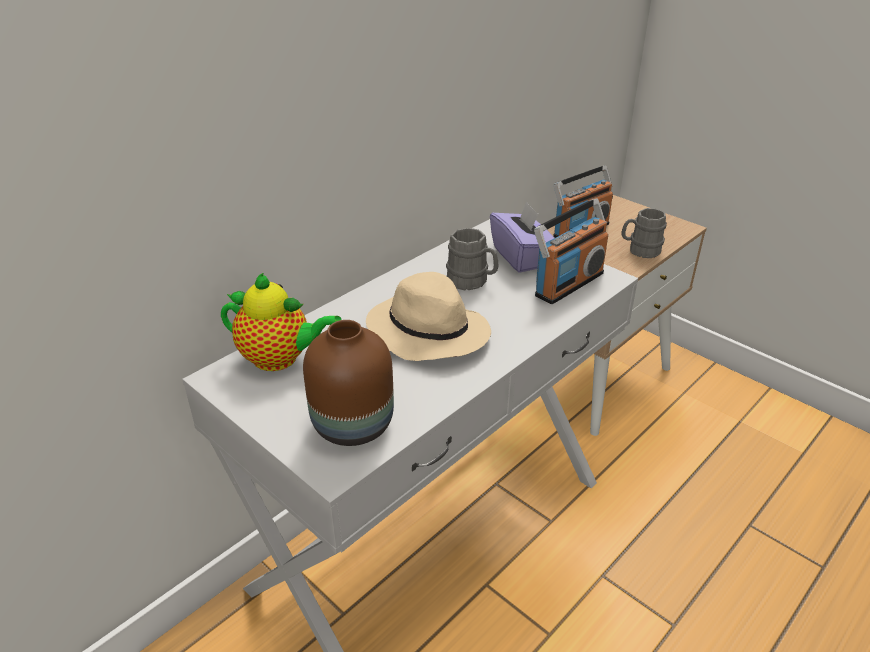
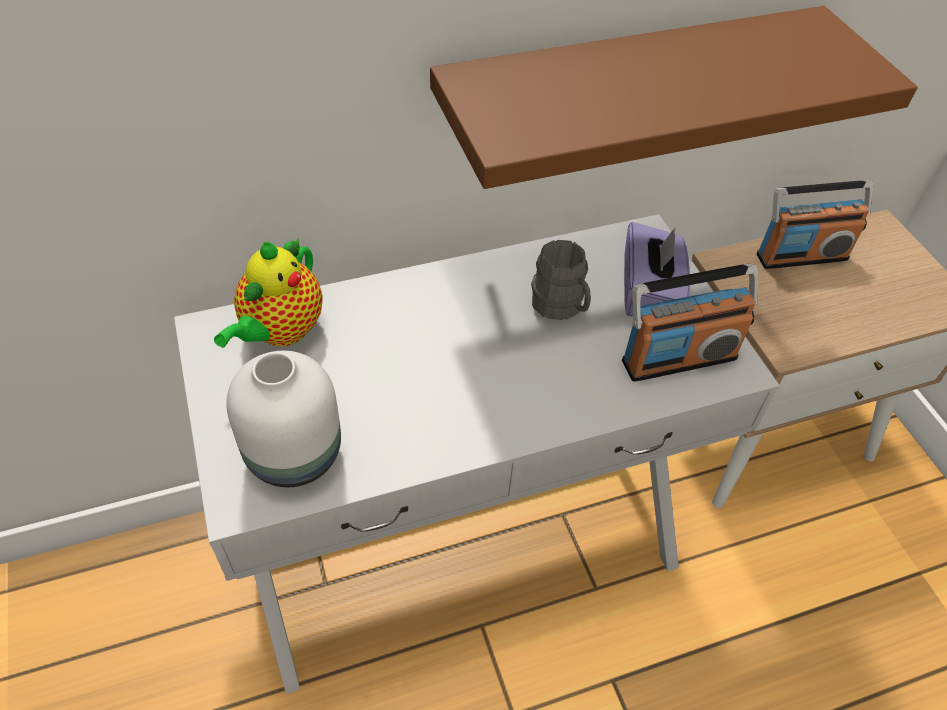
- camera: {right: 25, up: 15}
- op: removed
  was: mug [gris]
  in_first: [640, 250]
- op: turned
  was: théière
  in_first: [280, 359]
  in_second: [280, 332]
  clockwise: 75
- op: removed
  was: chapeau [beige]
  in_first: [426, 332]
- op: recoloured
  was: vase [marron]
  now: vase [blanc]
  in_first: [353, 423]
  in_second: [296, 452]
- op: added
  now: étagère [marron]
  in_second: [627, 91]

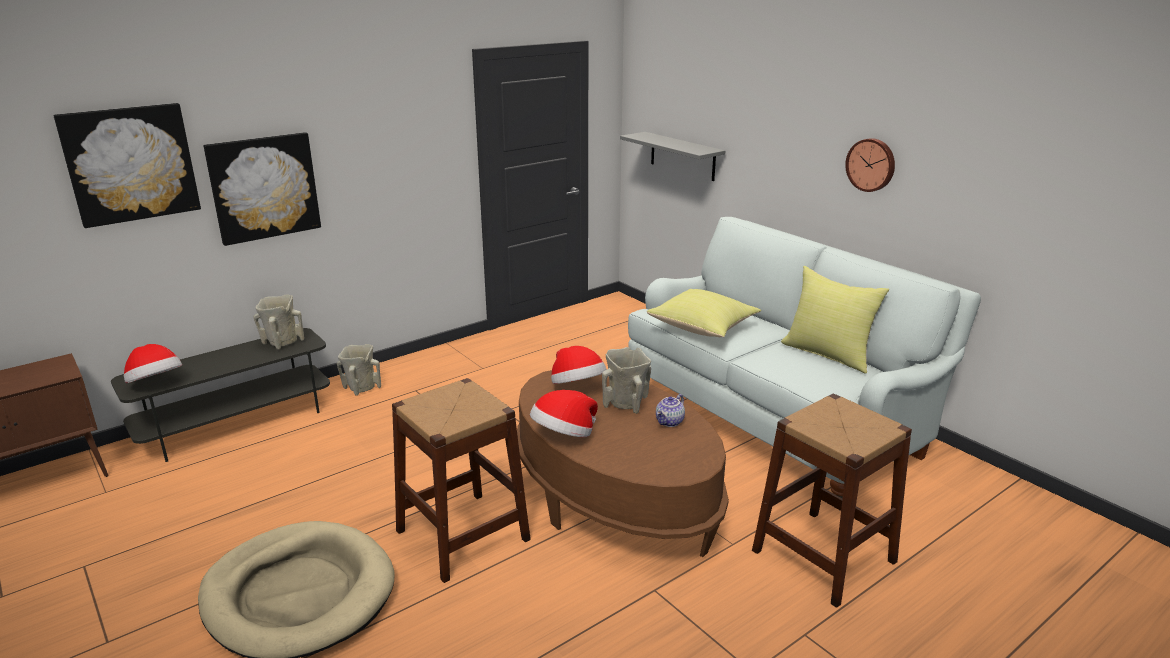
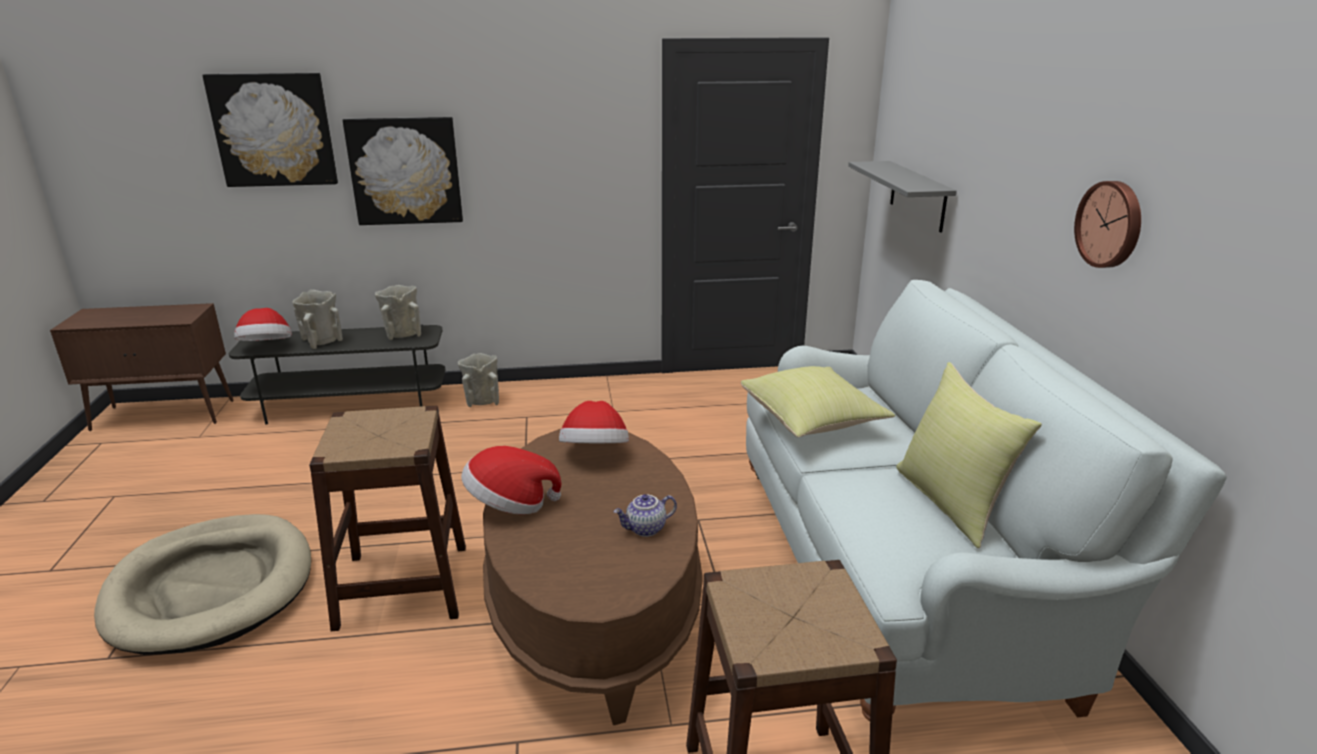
- camera: {right: 30, up: 0}
- op: moved
  was: vase [beige]
  in_first: [626, 404]
  in_second: [322, 342]

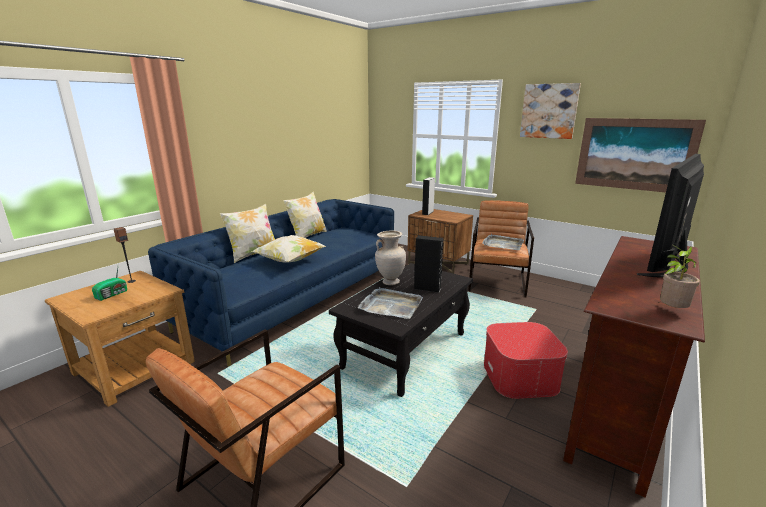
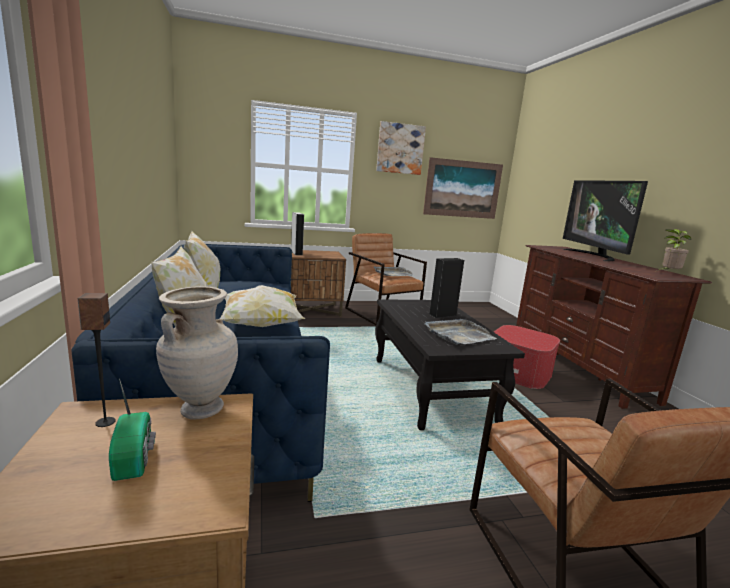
- camera: {right: -50, up: -5}
- op: moved
  was: vase [beige]
  in_first: [390, 282]
  in_second: [200, 409]

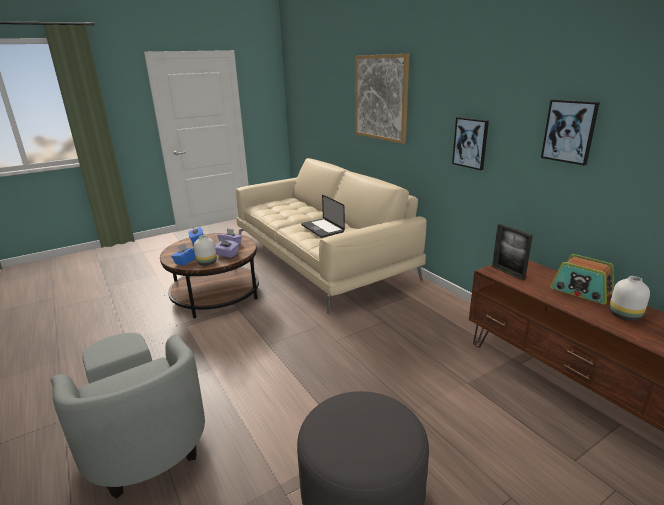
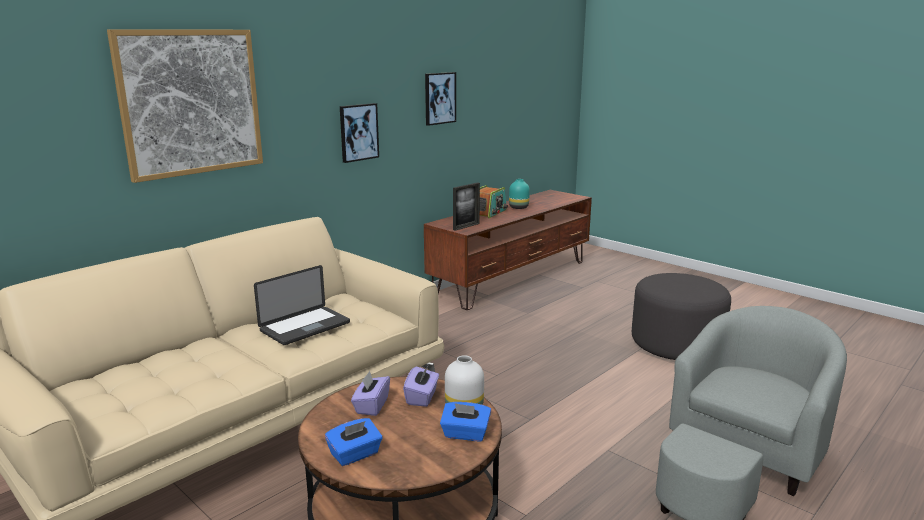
- camera: {right: -105, up: -5}
- op: recoloured
  was: vase [blanc]
  now: vase [turquoise]
  in_first: [625, 316]
  in_second: [518, 207]

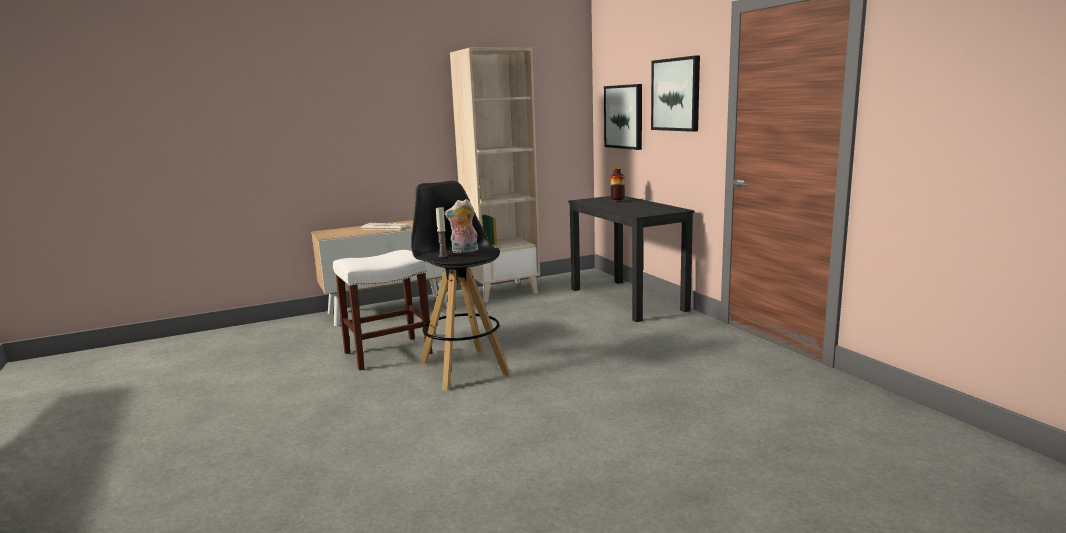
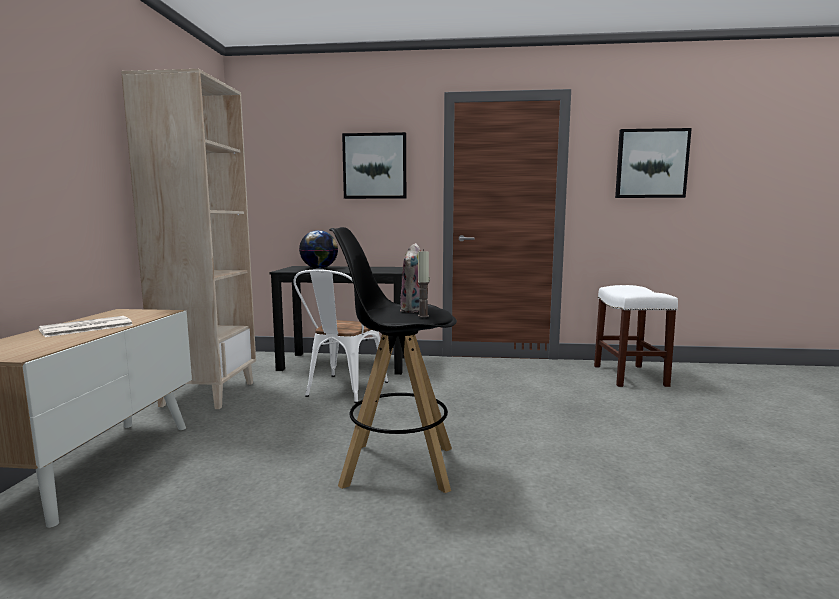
- camera: {right: -60, up: -5}
- op: moved
  was: tableau
  in_first: [624, 116]
  in_second: [651, 164]
- op: replaced
  was: vase
  now: globe
  in_first: [617, 201]
  in_second: [319, 268]
- op: moved
  was: tabouret [blanc]
  in_first: [387, 353]
  in_second: [630, 376]
- op: added
  now: chaise [blanc]
  in_second: [342, 391]

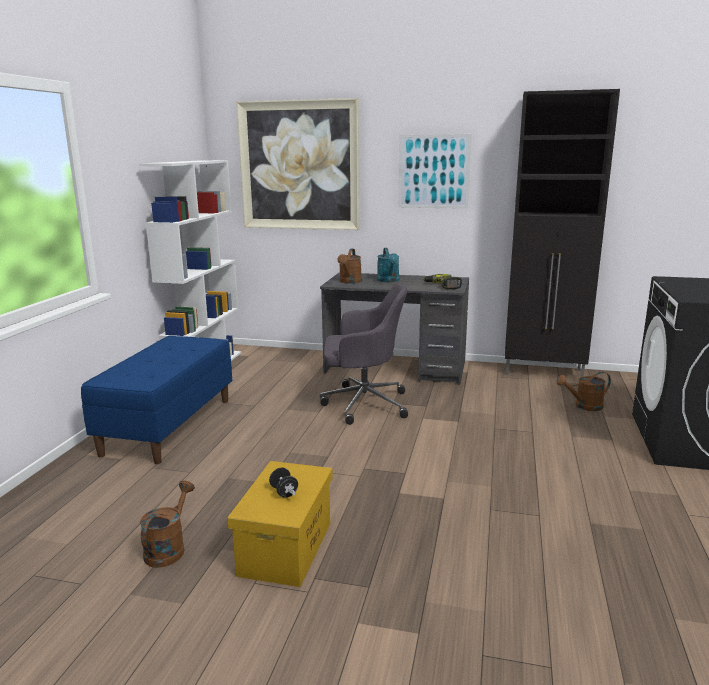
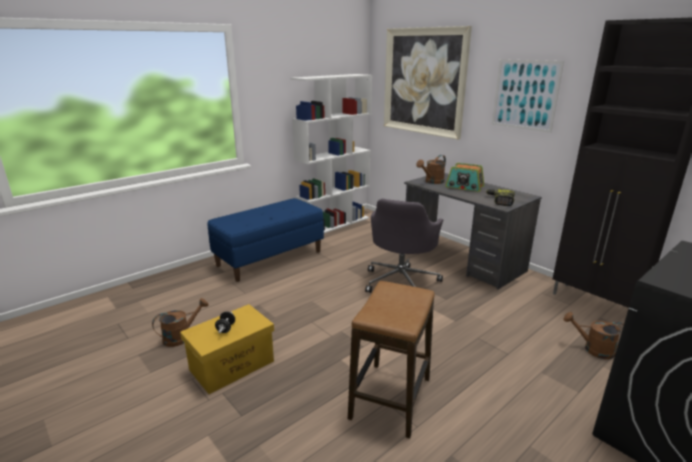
- camera: {right: 35, up: 5}
- op: replaced
  was: arrosoir [turquoise]
  now: radio
  in_first: [389, 281]
  in_second: [464, 187]
- op: turned
  was: chaise de bureau [gris]
  in_first: [363, 404]
  in_second: [401, 281]
  clockwise: 75
- op: added
  now: tabouret
  in_second: [390, 398]

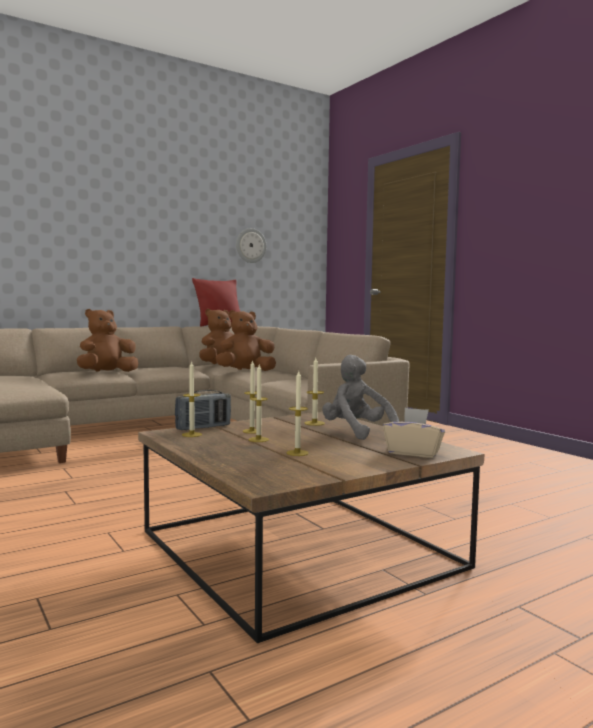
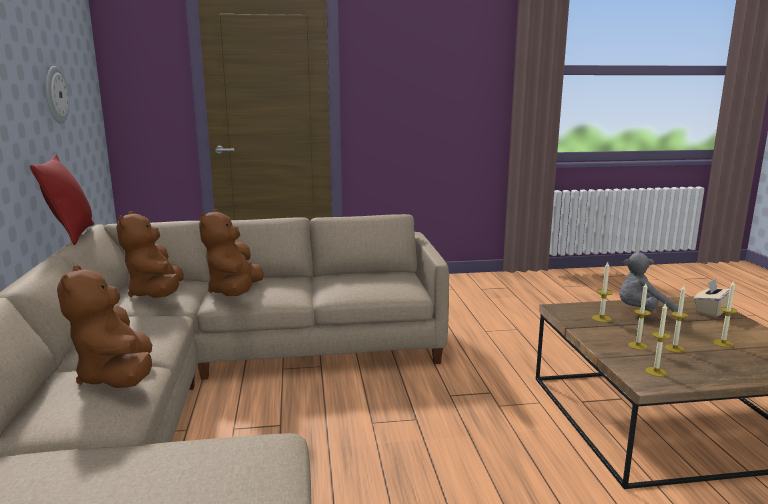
- camera: {right: -65, up: 10}
- op: removed
  was: radio
  in_first: [203, 427]

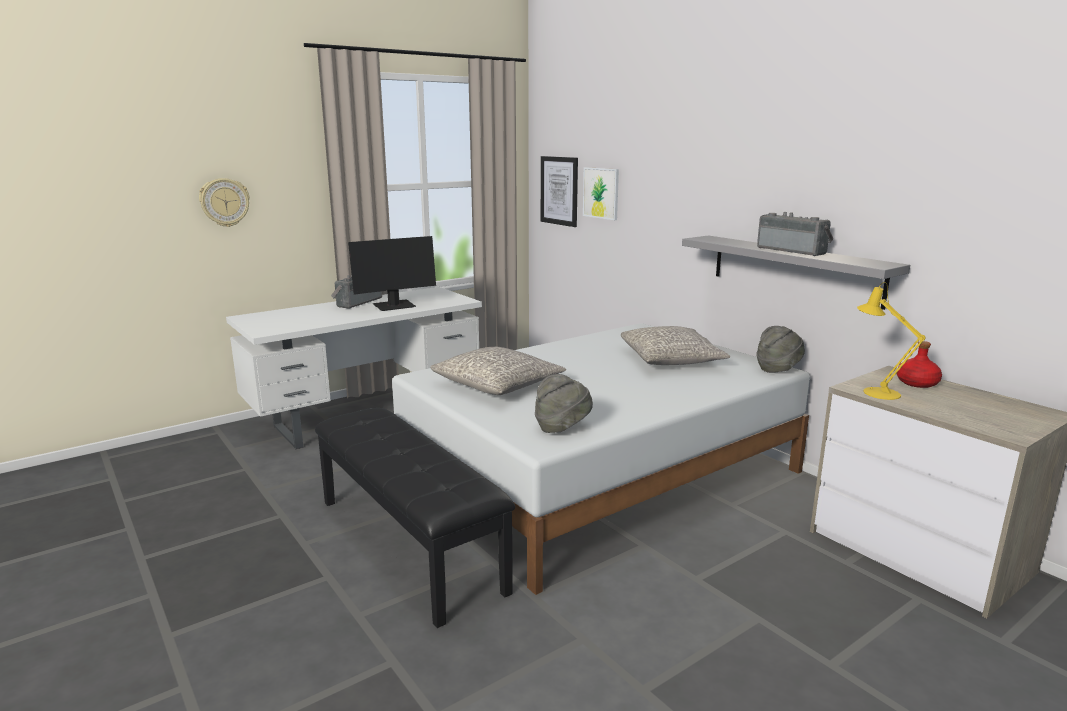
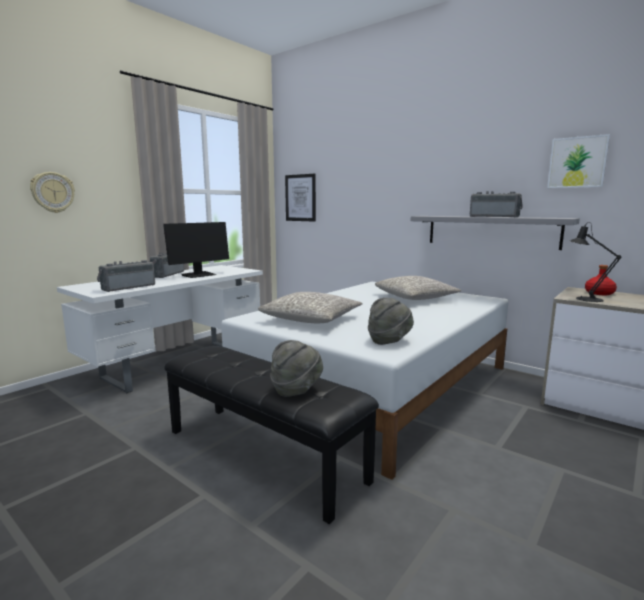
- camera: {right: -15, up: -5}
- op: moved
  was: tableau
  in_first: [601, 193]
  in_second: [577, 162]
- op: recoloured
  was: lampe de table [jaune]
  now: lampe de table [noir]
  in_first: [876, 392]
  in_second: [585, 299]
- op: moved
  was: chapeau [gris]
  in_first: [778, 369]
  in_second: [296, 390]
- op: added
  now: radio
  in_second: [128, 287]

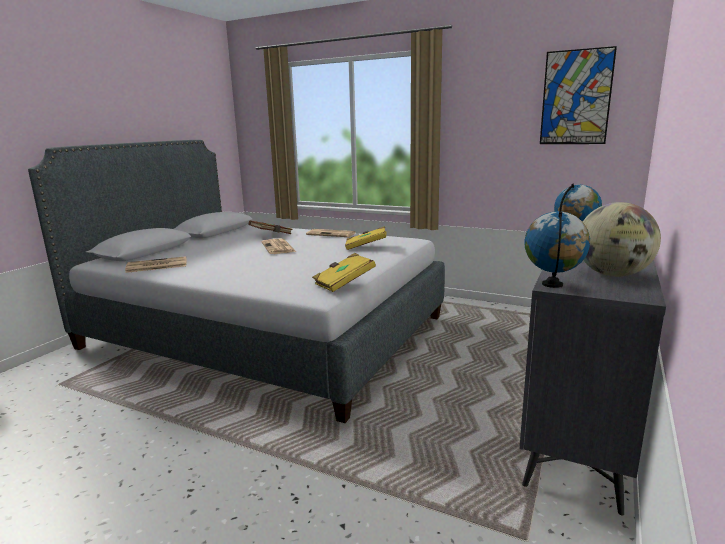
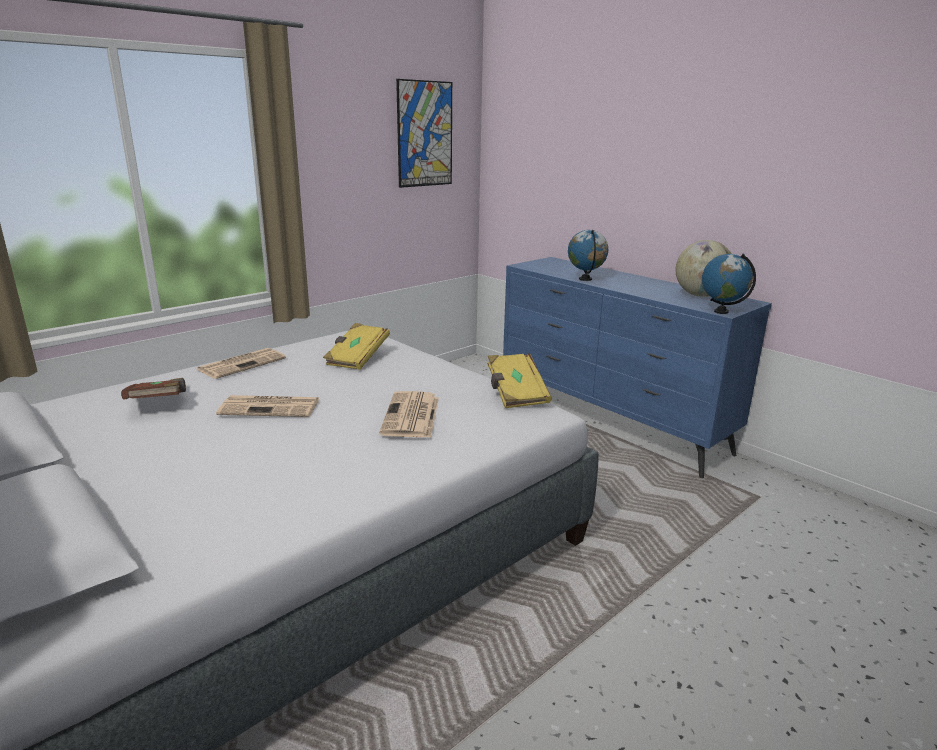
- camera: {right: -70, up: 5}
- op: moved
  was: journal
  in_first: [156, 265]
  in_second: [411, 416]
- op: recoloured
  was: commode [gris]
  now: commode [bleu]
  in_first: [580, 410]
  in_second: [610, 423]

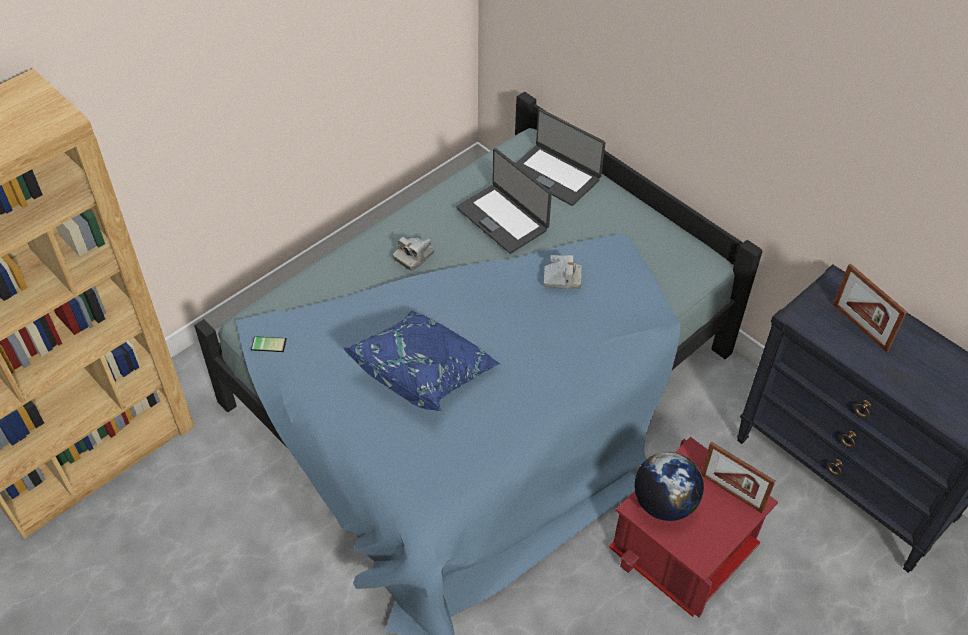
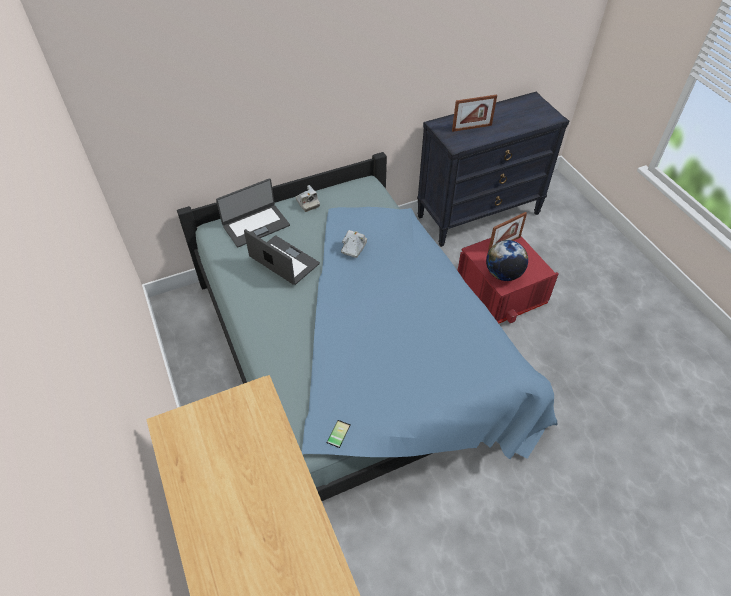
- camera: {right: -70, up: 0}
- op: turned
  was: ordinateur portable
  in_first: [503, 218]
  in_second: [283, 261]
  clockwise: -120
- op: moved
  was: appareil photo
  in_first: [414, 256]
  in_second: [307, 203]
- op: removed
  was: coussin [bleu]
  in_first: [425, 373]

